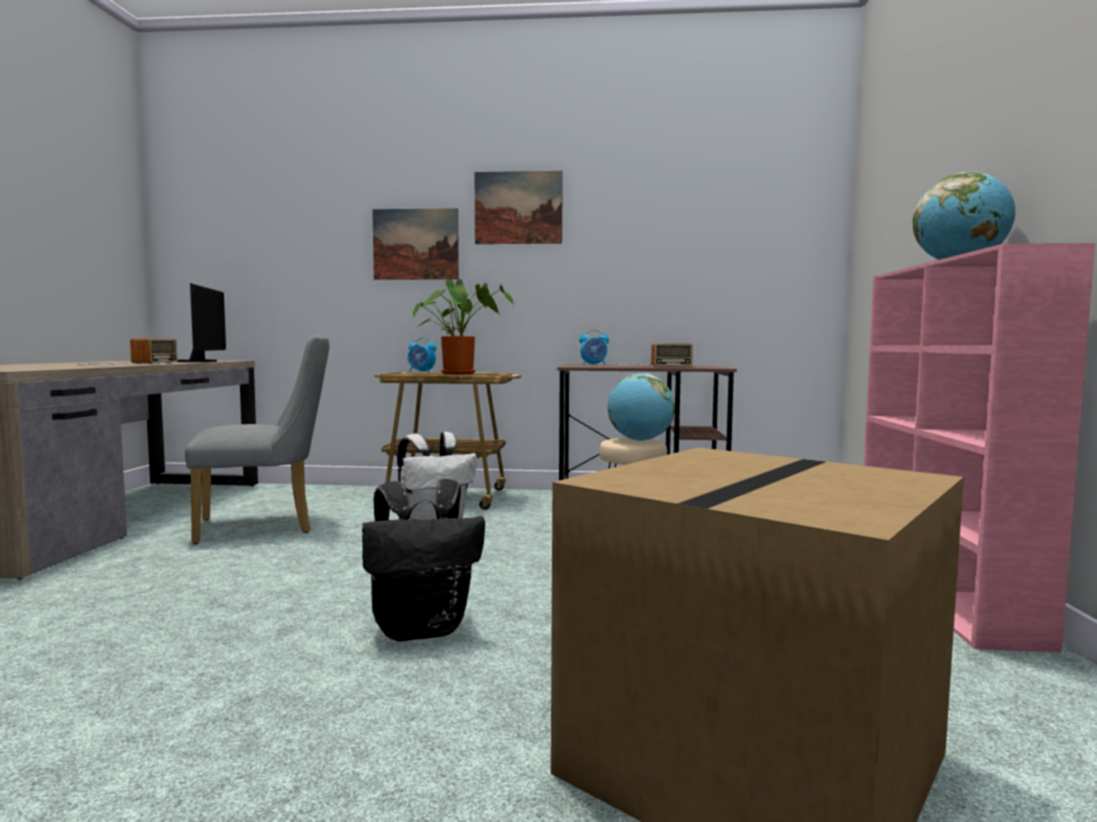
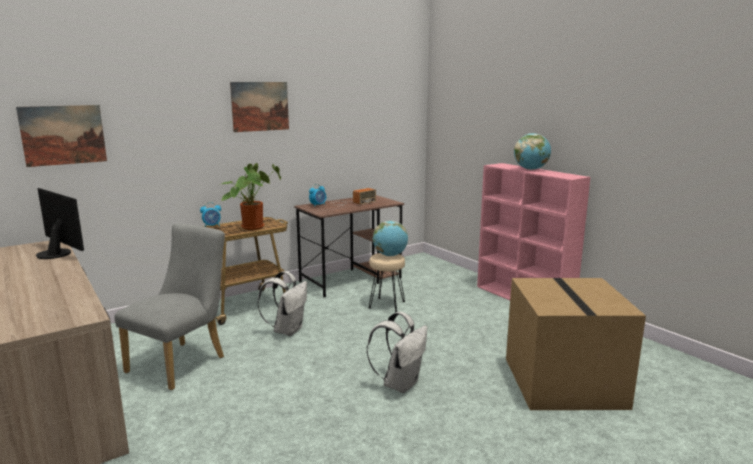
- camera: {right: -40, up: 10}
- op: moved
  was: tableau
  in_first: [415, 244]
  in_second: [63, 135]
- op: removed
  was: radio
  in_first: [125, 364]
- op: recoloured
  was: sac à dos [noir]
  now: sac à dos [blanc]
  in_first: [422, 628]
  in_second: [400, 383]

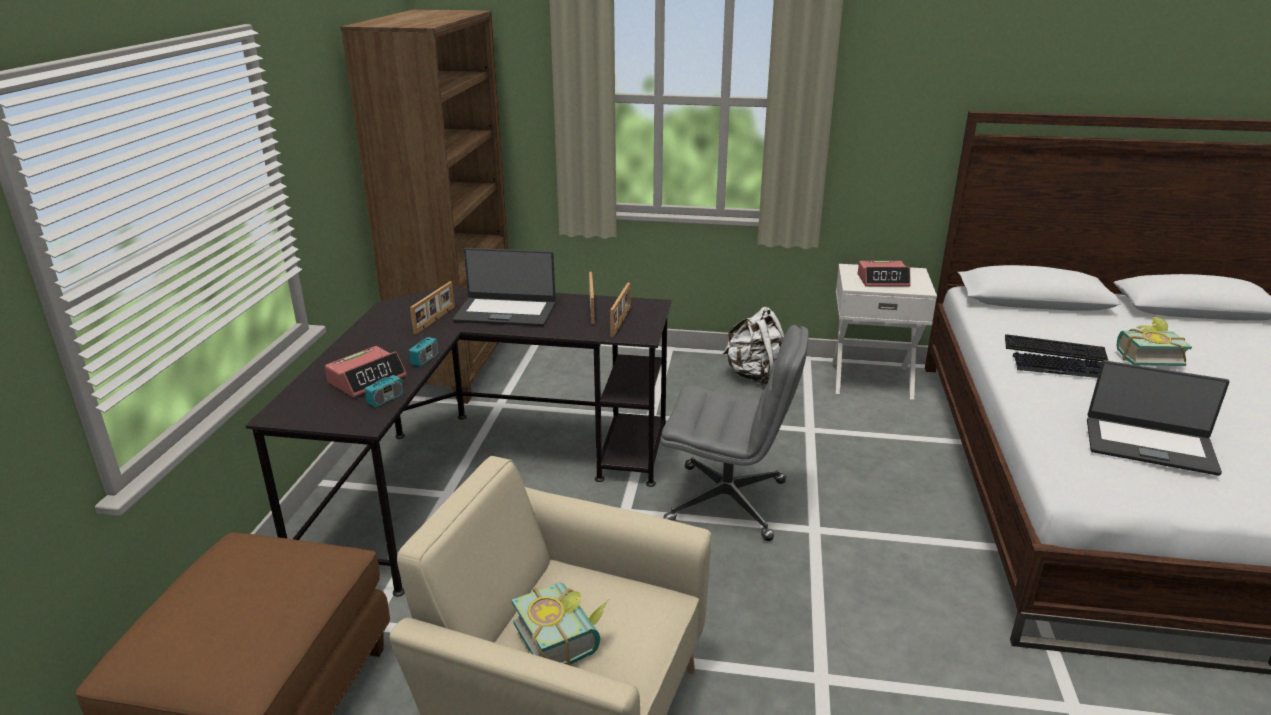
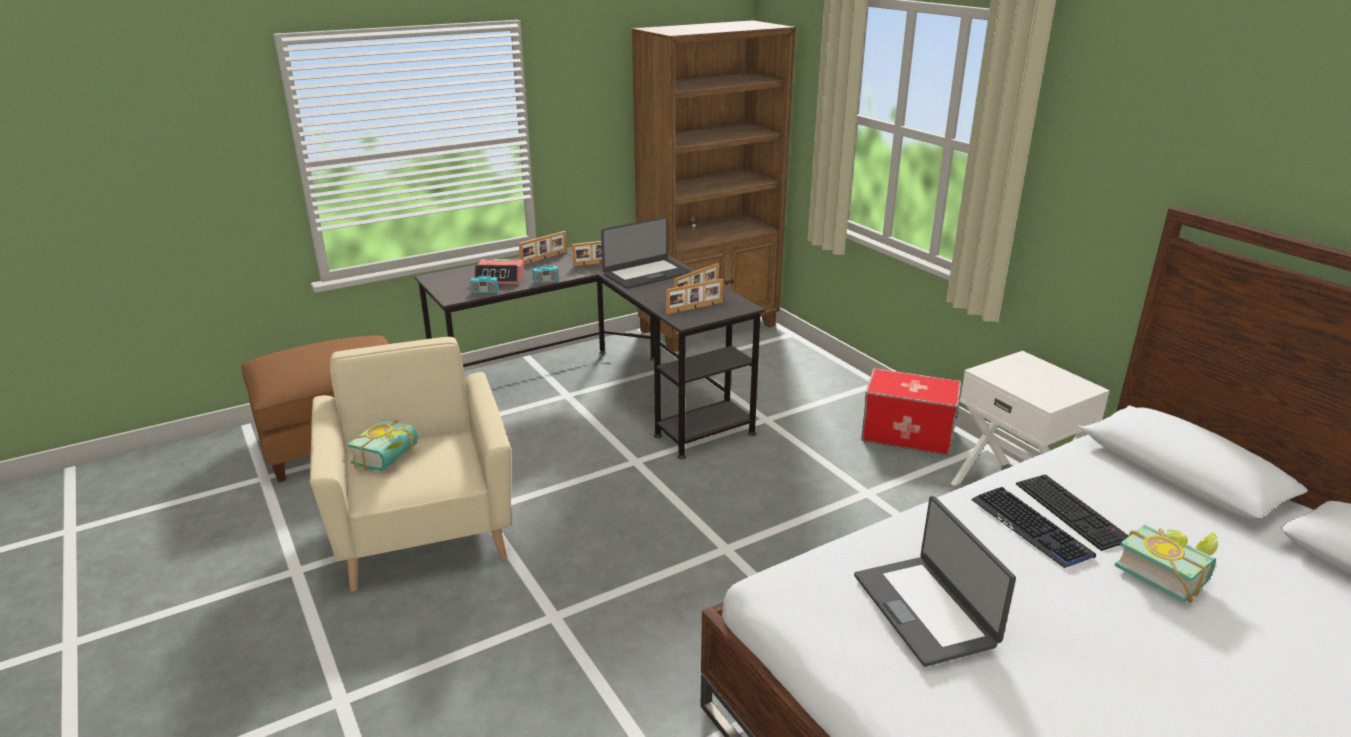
- camera: {right: 50, up: 0}
- op: turned
  was: ordinateur portable
  in_first: [506, 312]
  in_second: [646, 274]
  clockwise: -90
- op: removed
  was: réveil
  in_first: [883, 280]
- op: replaced
  was: sac à dos [blanc]
  now: boîte de rangement
  in_first: [754, 375]
  in_second: [907, 435]
- op: removed
  was: chaise de bureau [gris]
  in_first: [728, 502]
- op: added
  now: cadre photo
  in_second: [544, 258]

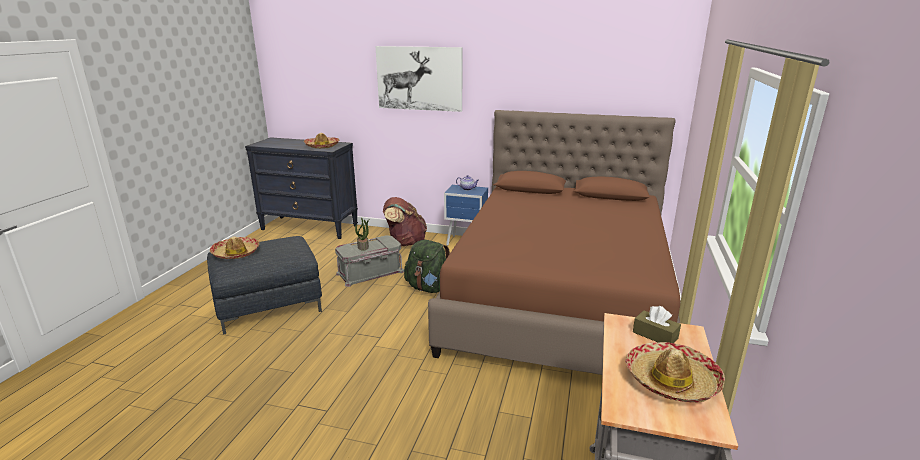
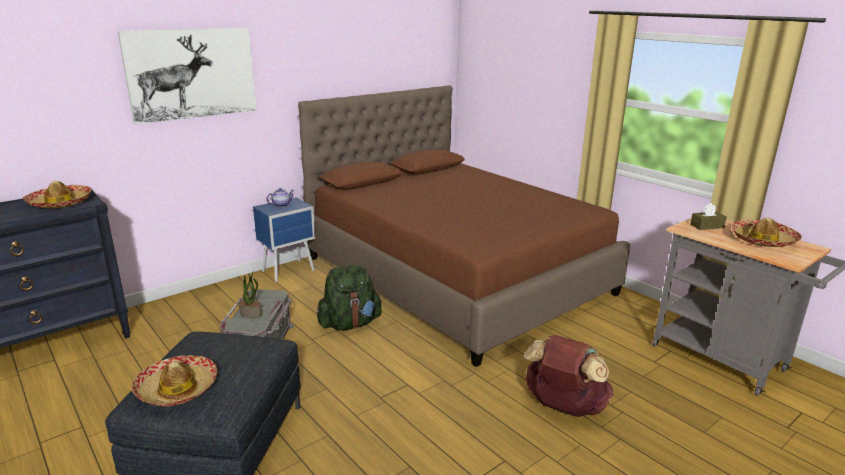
- camera: {right: -55, up: 0}
- op: moved
  was: sac à dos [marron]
  in_first: [405, 242]
  in_second: [563, 407]

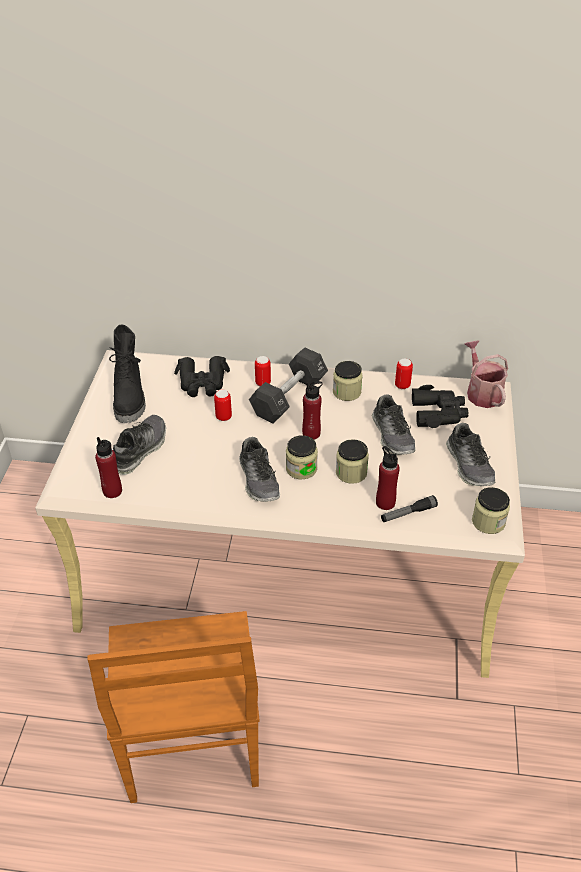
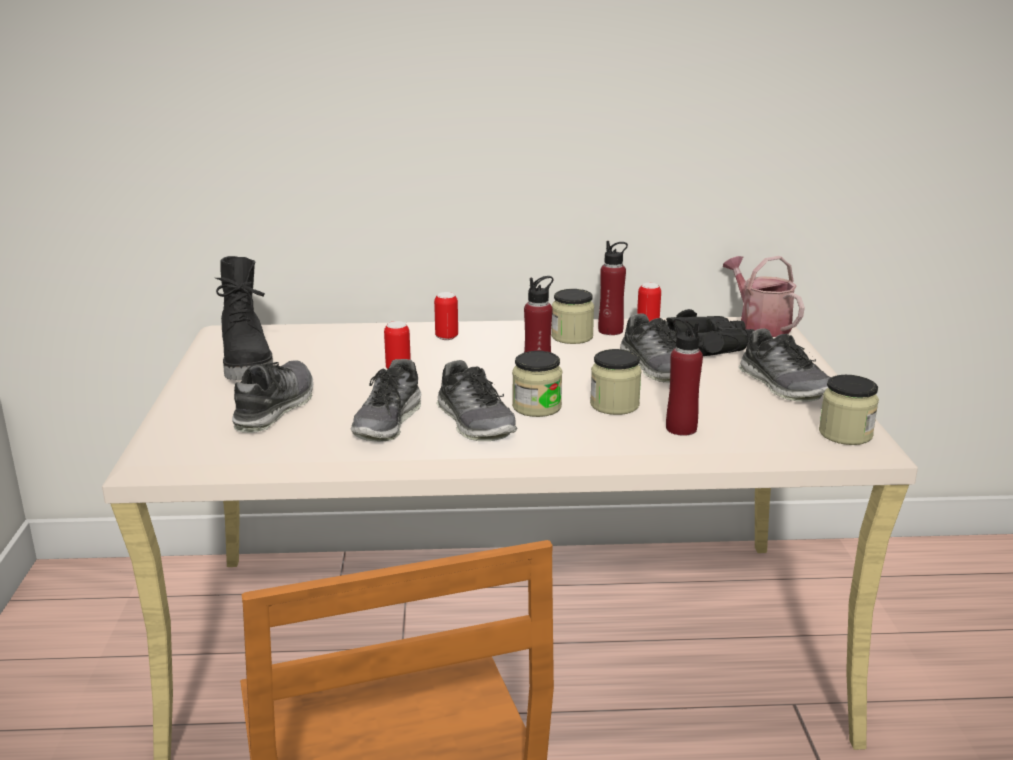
- camera: {right: -10, up: -20}
- op: removed
  was: haltère [noir]
  in_first: [289, 397]
- op: removed
  was: jumelles [noir]
  in_first: [202, 383]
- op: moved
  was: bouteille [rouge]
  in_first: [112, 491]
  in_second: [610, 330]
- op: removed
  was: lampe de poche
  in_first: [408, 513]
- op: added
  now: chaussure
  in_second: [388, 422]

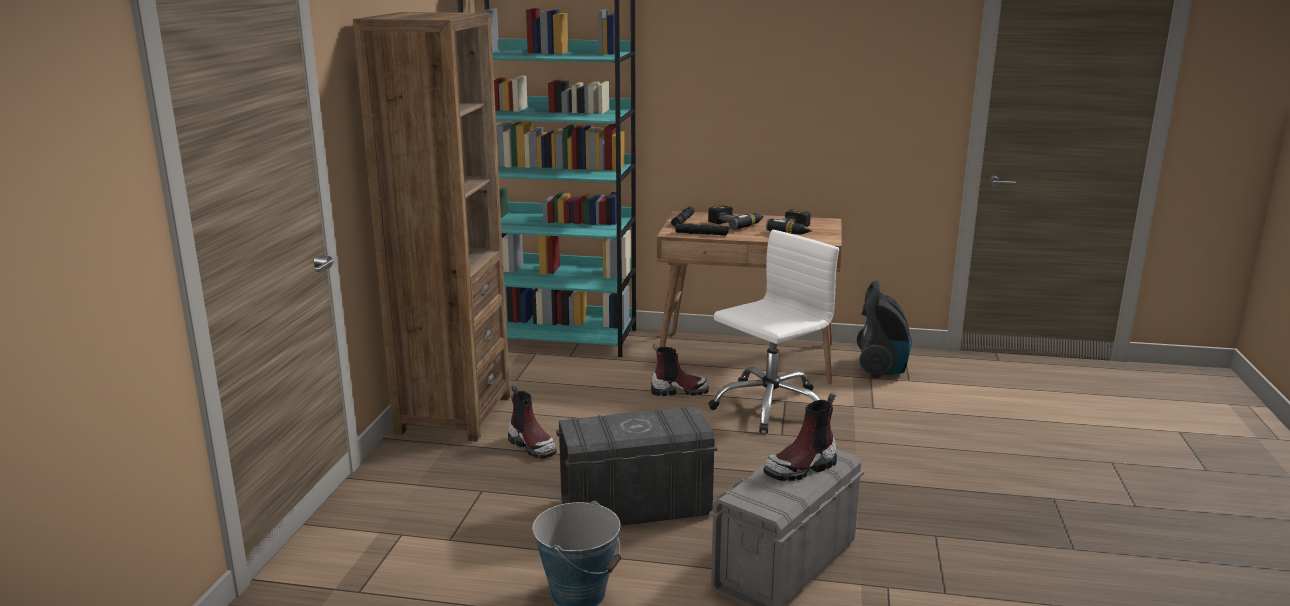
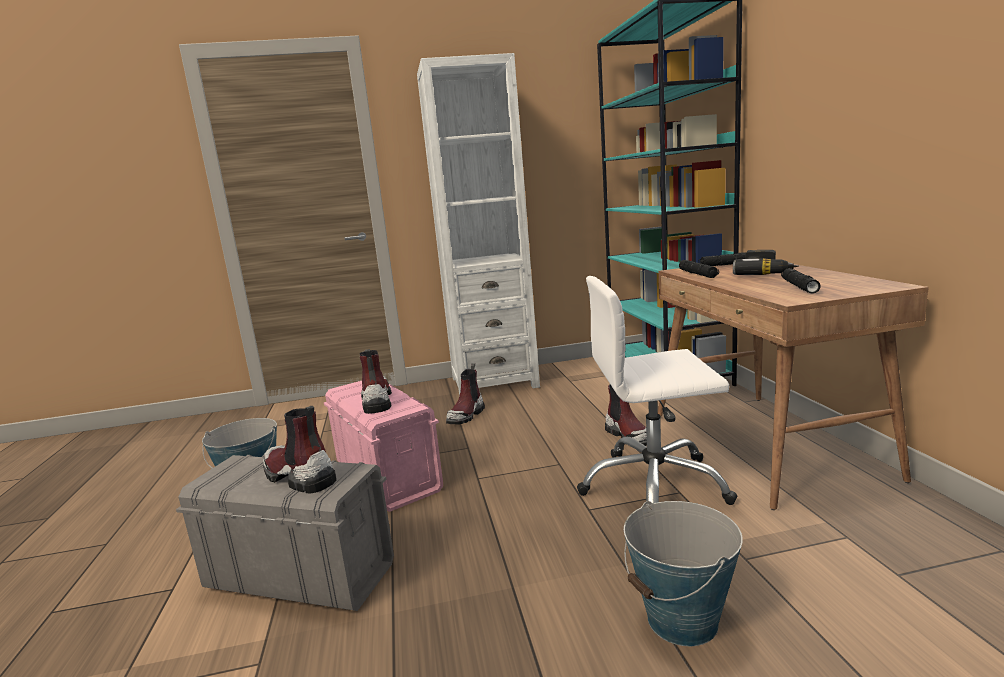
- camera: {right: 70, up: -5}
- op: recoloured
  was: bibliothèque [marron]
  now: bibliothèque [blanc]
  in_first: [453, 414]
  in_second: [494, 382]
- op: replaced
  was: perceuse
  now: lampe de poche [noir]
  in_first: [796, 231]
  in_second: [799, 287]
- op: turned
  was: chaise de bureau [blanc]
  in_first: [770, 406]
  in_second: [654, 486]
  clockwise: 150
- op: removed
  was: aspirateur
  in_first: [881, 369]
- op: recoloured
  was: boîte de rangement [gris]
  now: boîte de rangement [rose]
  in_first: [634, 508]
  in_second: [387, 476]
- op: added
  now: botte
  in_second: [376, 400]
- op: added
  now: seau
  in_second: [682, 620]

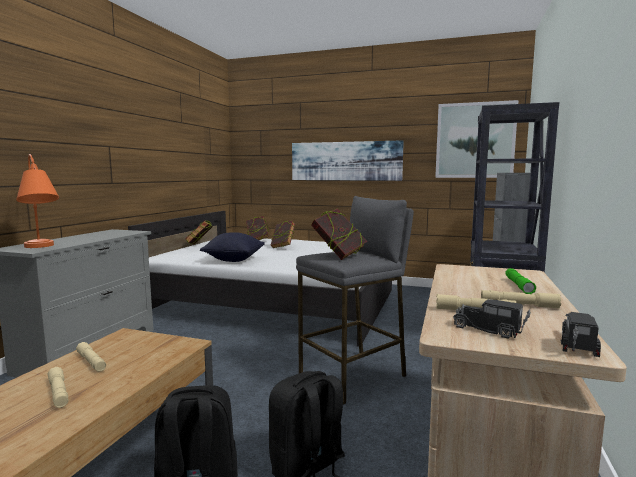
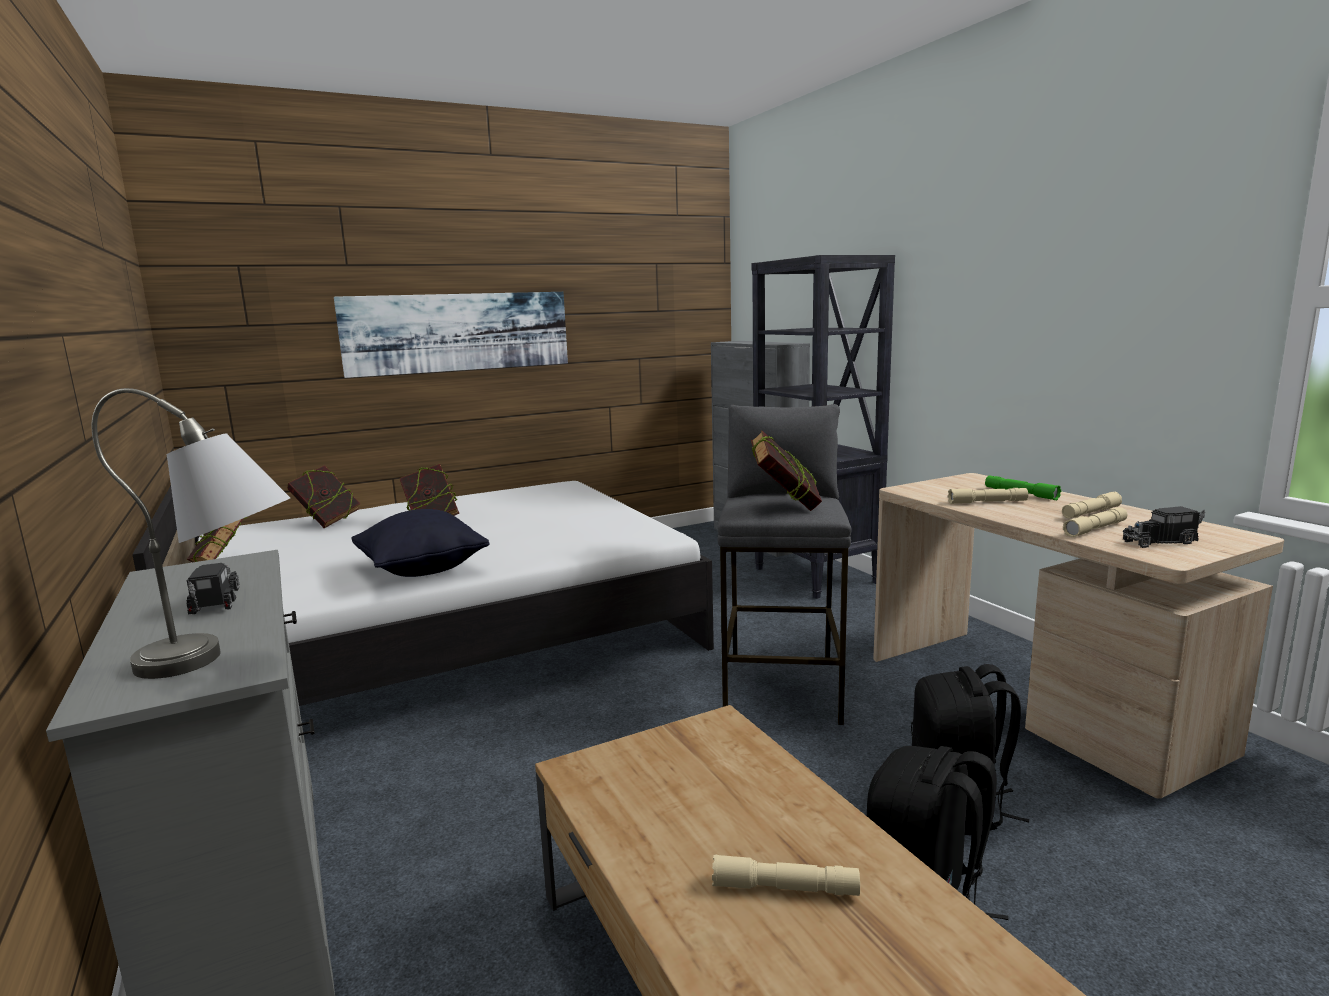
- camera: {right: -45, up: 5}
- op: removed
  was: tableau
  in_first: [475, 140]
- op: recoloured
  was: lampe de table [orange]
  now: lampe de table [gris]
  in_first: [41, 248]
  in_second: [226, 661]
- op: moved
  was: camion jouet
  in_first: [577, 345]
  in_second: [217, 602]
- op: moved
  was: lampe de poche [beige]
  in_first: [91, 362]
  in_second: [987, 502]

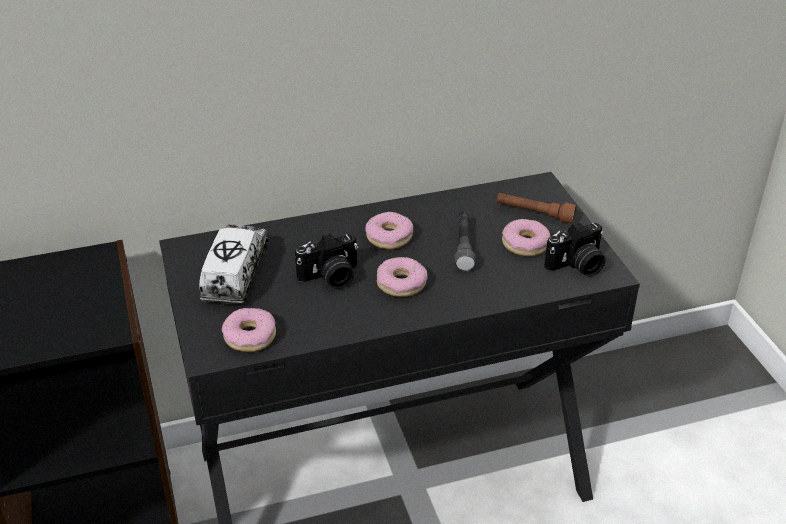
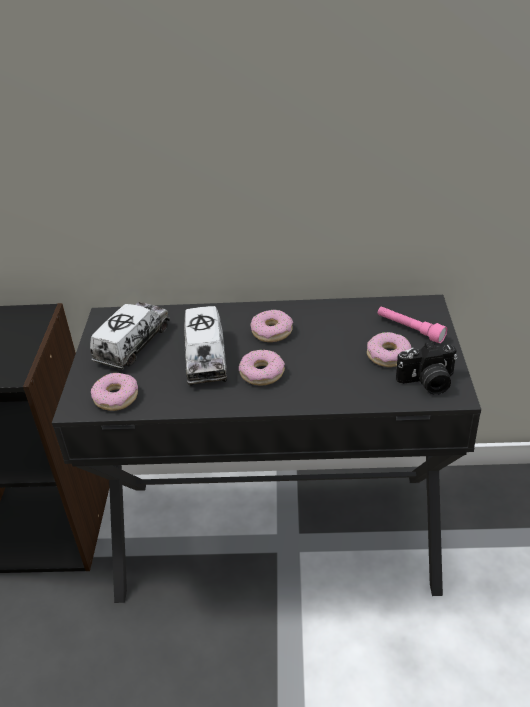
- camera: {right: 20, up: 0}
- op: recoloured
  was: lampe de poche [marron]
  now: lampe de poche [rose]
  in_first: [534, 214]
  in_second: [409, 329]
- op: removed
  was: lampe de poche [gris]
  in_first: [463, 246]
- op: replaced
  was: appareil photo
  now: camion jouet
  in_first: [330, 277]
  in_second: [206, 358]

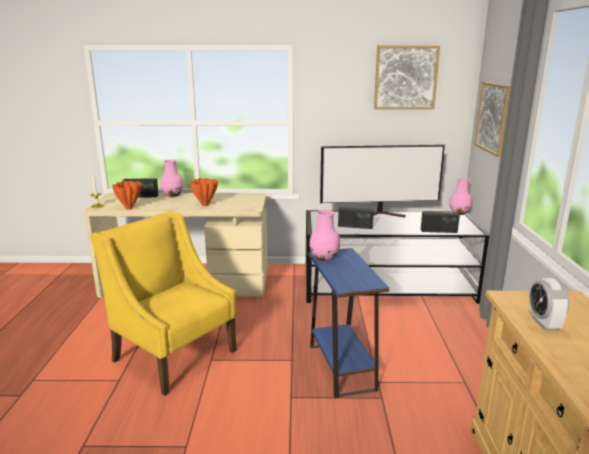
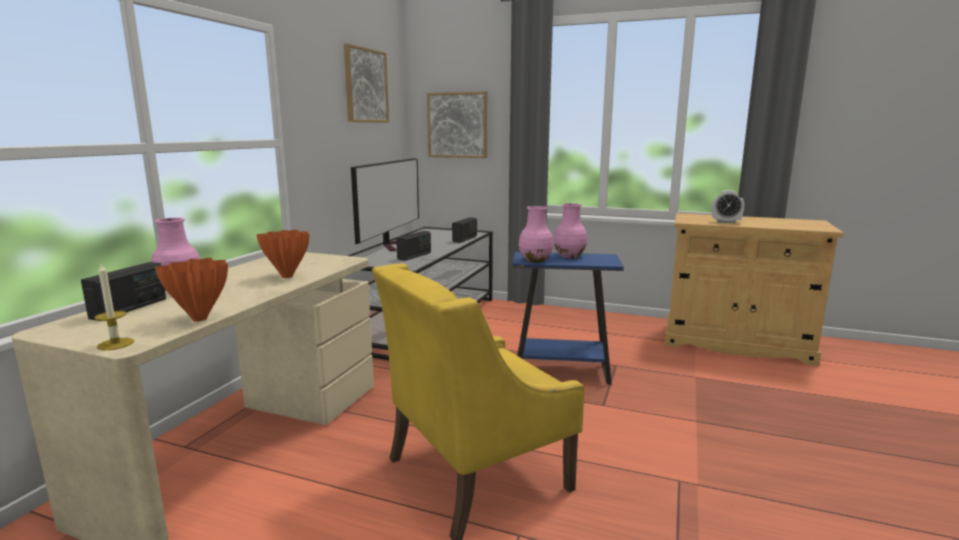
- camera: {right: -70, up: -5}
- op: moved
  was: vase [rose]
  in_first: [459, 213]
  in_second: [569, 256]

